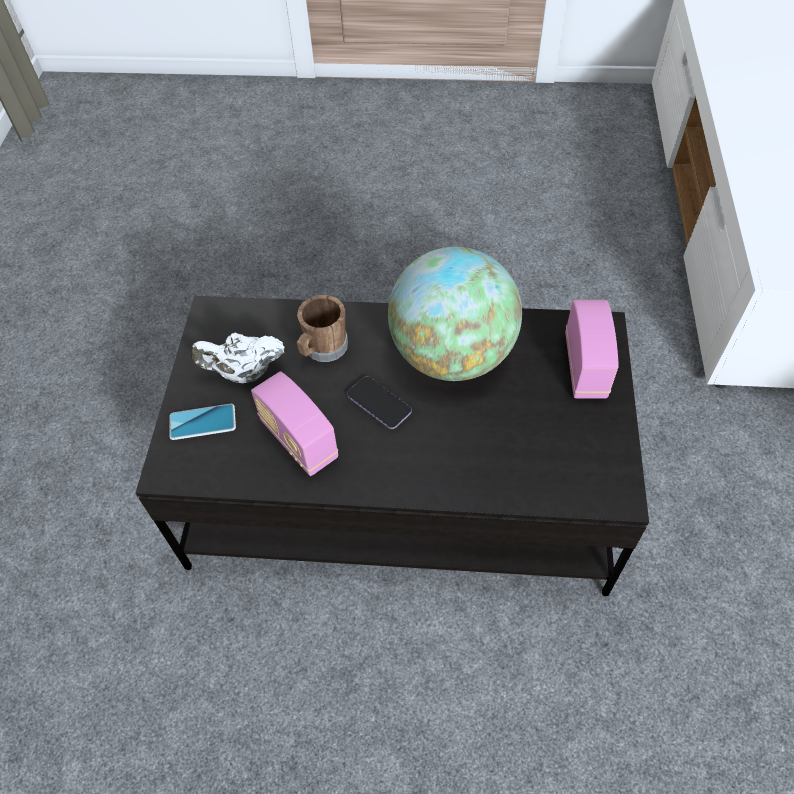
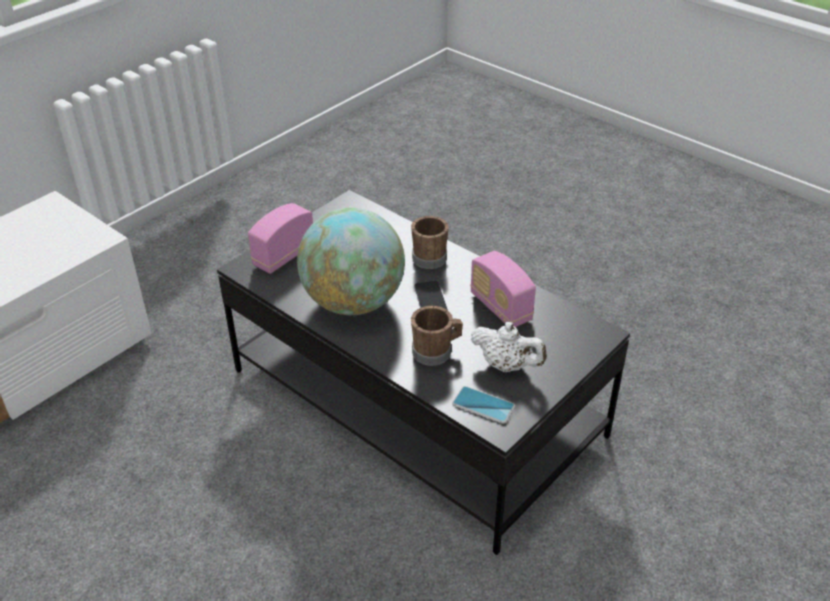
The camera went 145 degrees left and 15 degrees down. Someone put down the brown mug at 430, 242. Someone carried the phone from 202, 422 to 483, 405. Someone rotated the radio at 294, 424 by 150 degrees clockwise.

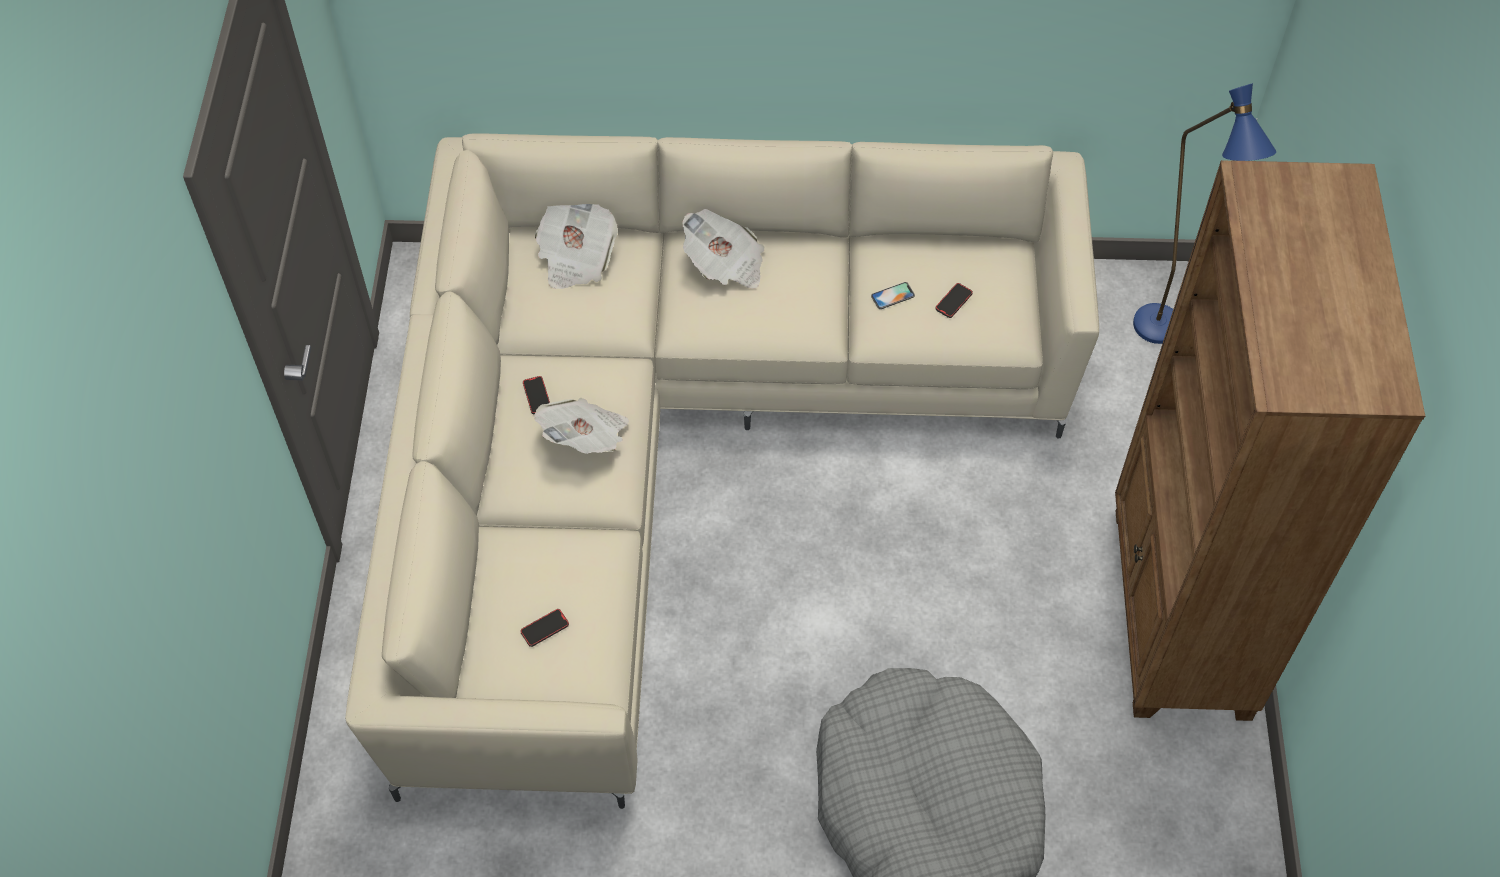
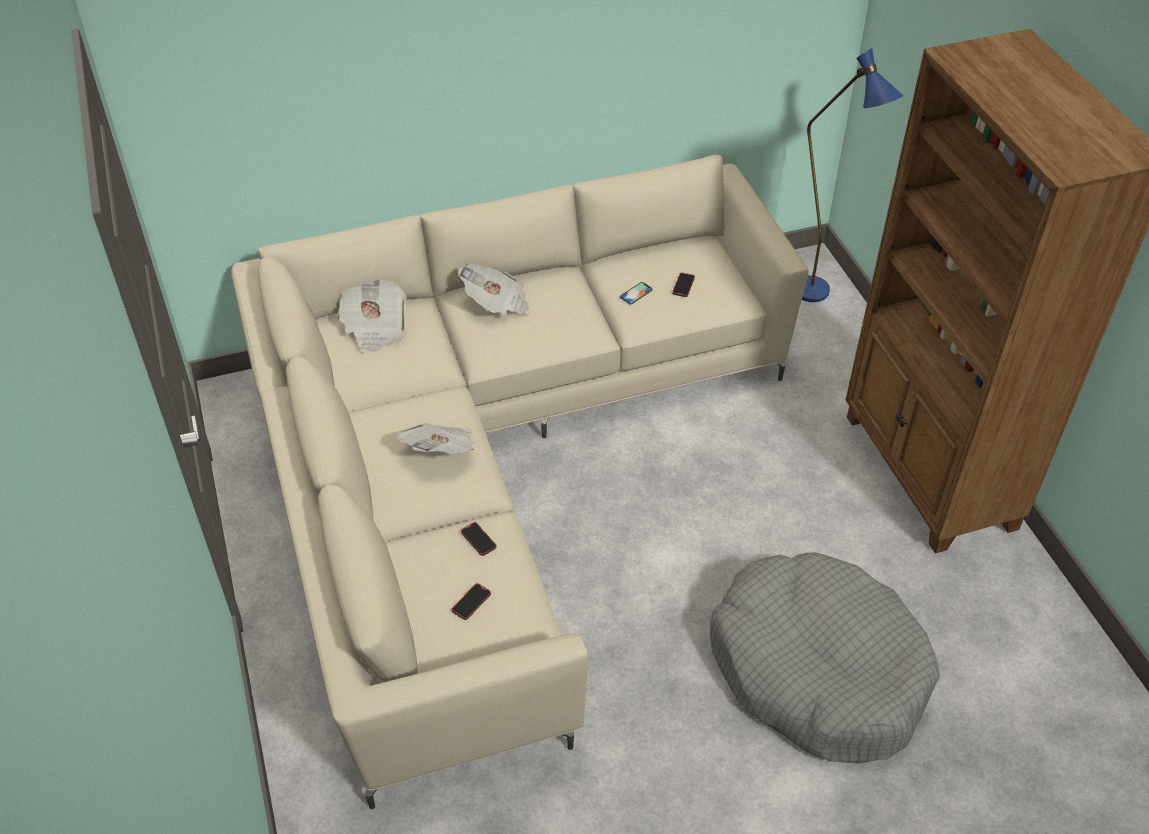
The camera went 20 degrees left and 10 degrees down. Someone carried the phone from 536, 395 to 479, 539.

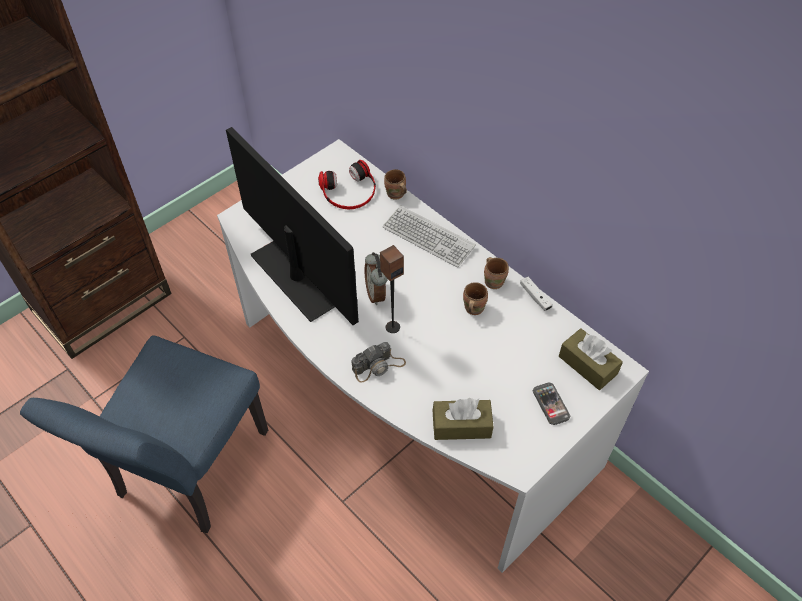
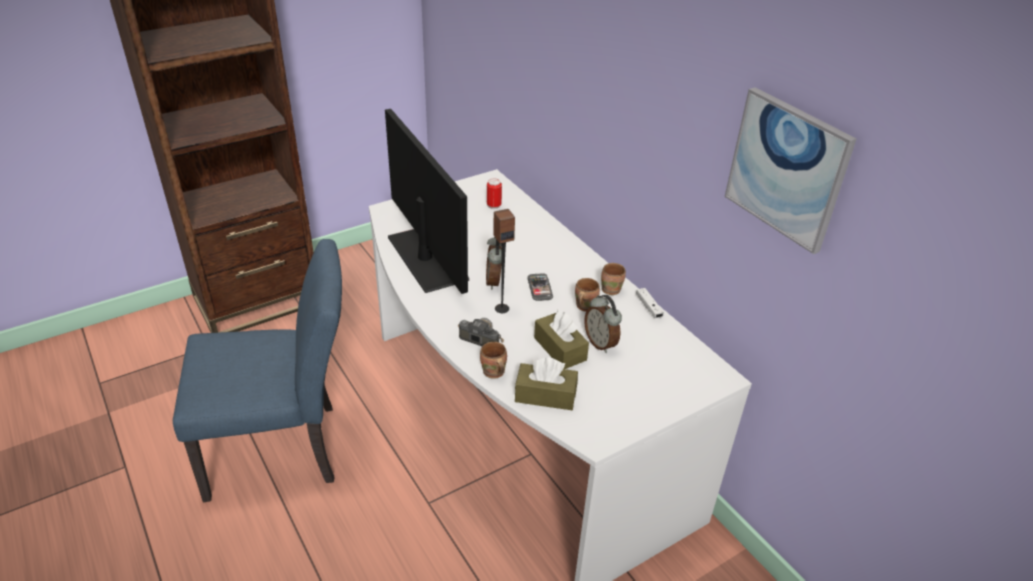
The camera went 10 degrees right and 15 degrees down. Someone rotated the blue chair at 144, 434 by 135 degrees counterclockwise. Someone rotated the photo camera at 378, 362 by 135 degrees counterclockwise. Someone carried the brown mug from 395, 184 to 493, 360. Someone swapped the headphones at 347, 184 for the can at 494, 194. Someone carried the phone from 551, 403 to 540, 287. Someone carried the brown tissue box from 591, 359 to 561, 339. Someone put down the alarm clock at 603, 324. Someone put up the picture at 791, 170. Someone took away the keyboard at 429, 236.

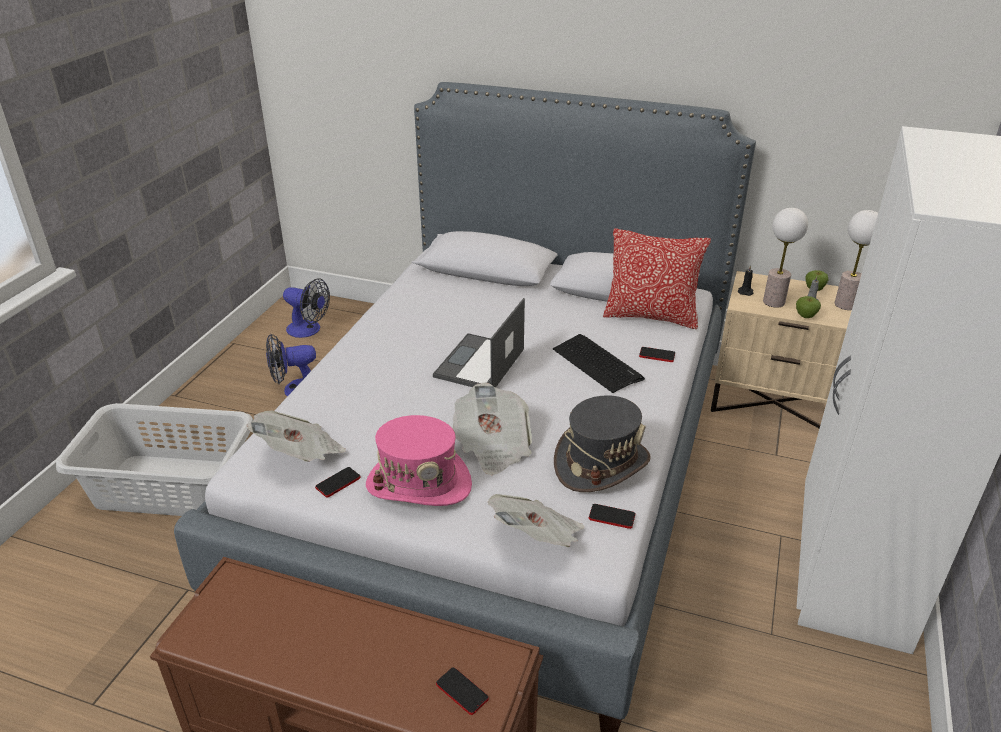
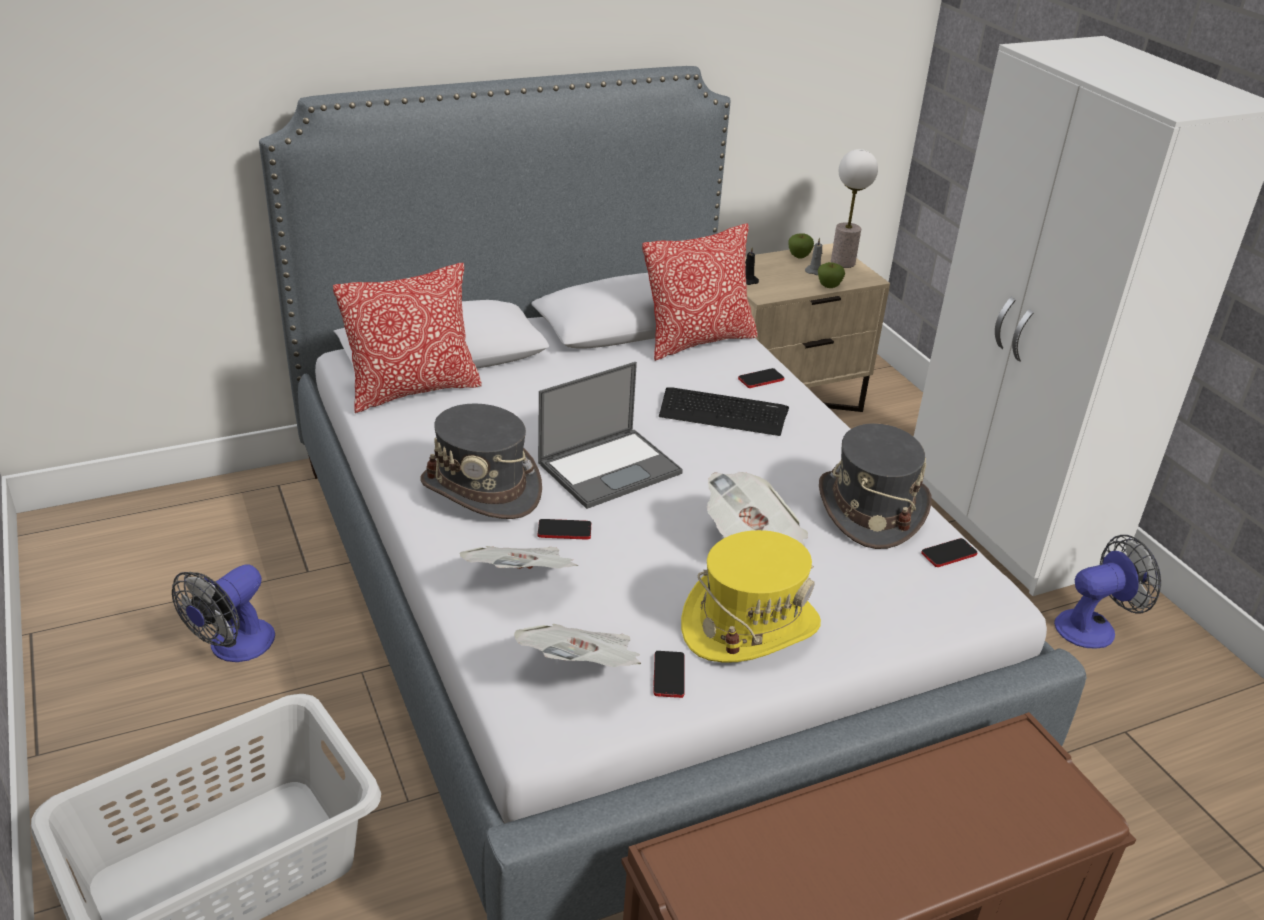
The camera went 45 degrees left and 0 degrees up. Someone put down the pillow at 407, 338. Someone put down the grey hat at 481, 461. Someone carried the newspaper from 536, 520 to 519, 557. Someone rotated the laptop at 479, 343 by 105 degrees counterclockwise. Someone carried the phone from 462, 691 to 564, 529. Someone repainted the pink hat at 419, 460, which became the yellow hat at 751, 596. Someone carried the fan from 306, 308 to 1107, 592. Someone took away the table lamp at 785, 258.

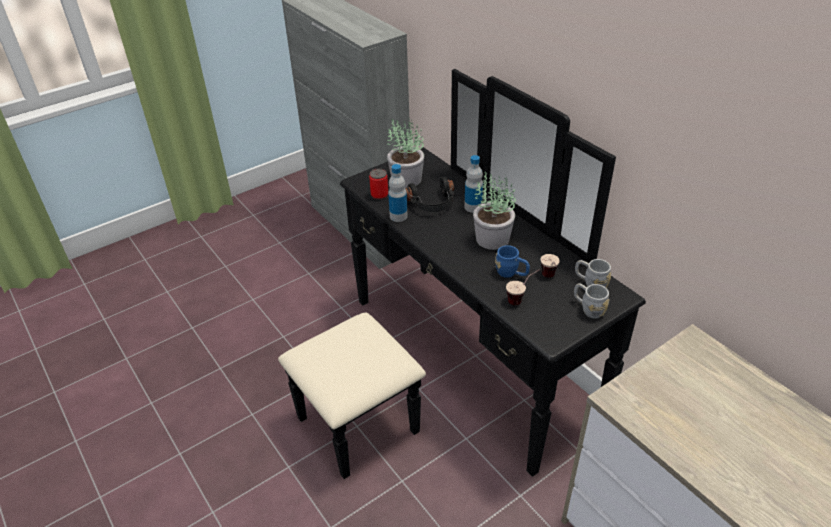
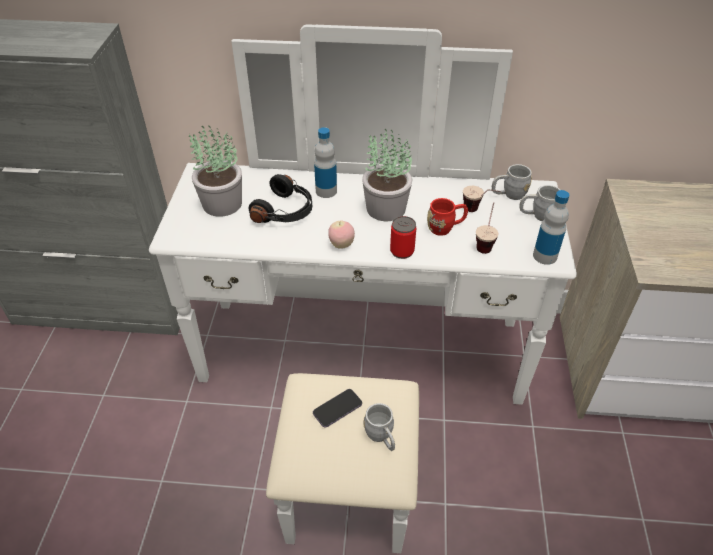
The camera went 50 degrees left and 5 degrees up. Someone repainted the black dresser at 462, 274, which became the white dresser at 363, 288. Someone put down the phone at 337, 408. Someone put down the apple at 341, 235. Someone put down the grey mug at 379, 427. Someone carried the can from 378, 184 to 403, 237. Someone repainted the blue mug at 512, 261, which became the red mug at 447, 217. Someone carried the bottle from 398, 193 to 551, 227.

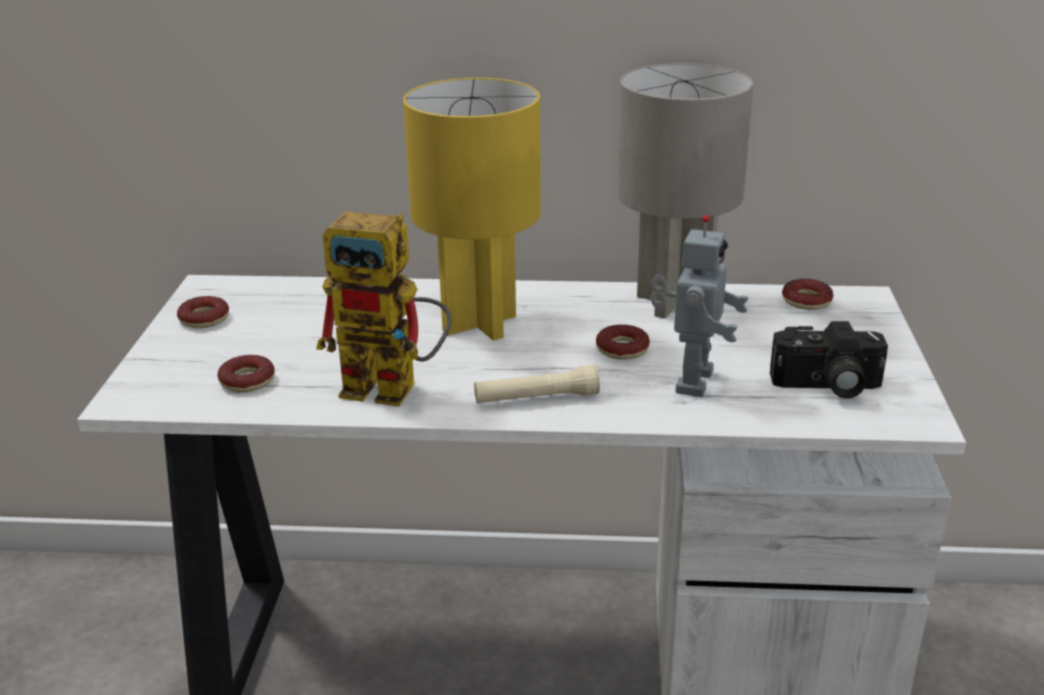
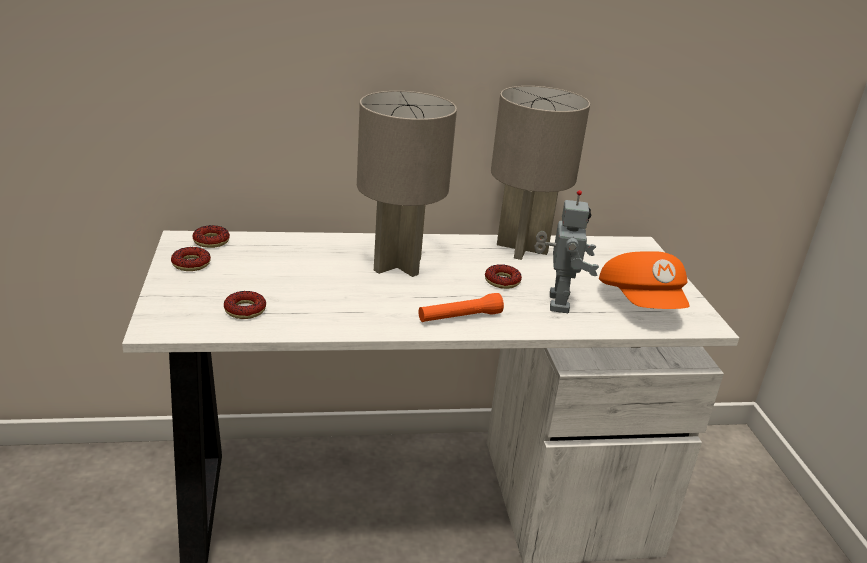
The camera went 15 degrees left and 0 degrees up. Someone carried the donut from 807, 294 to 211, 236. Someone repainted the yellow table lamp at 472, 209, which became the grey table lamp at 407, 184. Someone repainted the beige flashlight at 537, 384, which became the orange flashlight at 461, 307. Someone swapped the photo camera at 829, 359 for the orange cap at 644, 280. Someone took away the toy robot at 384, 308.

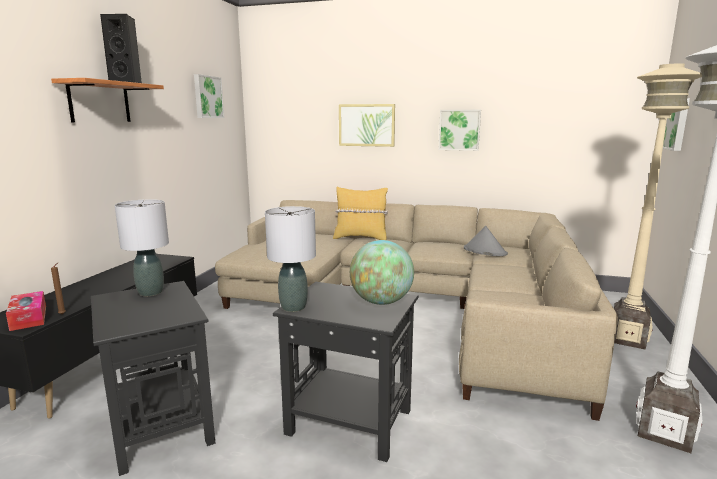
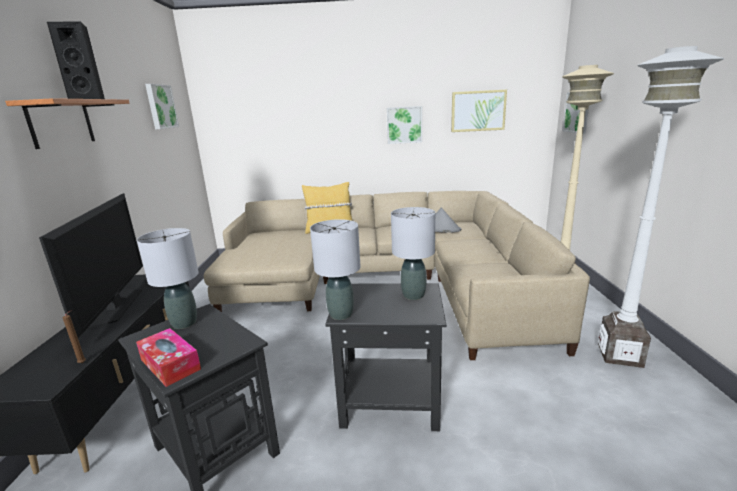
The camera went 15 degrees left and 5 degrees up. Someone put down the television at 91, 265. Someone carried the tissue box from 26, 311 to 168, 357. Someone swapped the globe at 382, 272 for the grey table lamp at 413, 253. Someone carried the picture from 367, 125 to 479, 111.

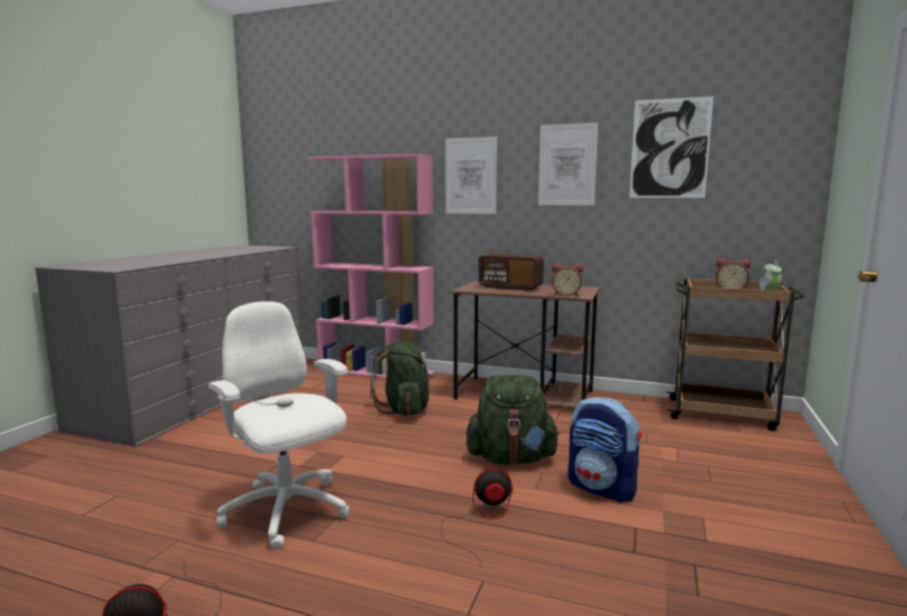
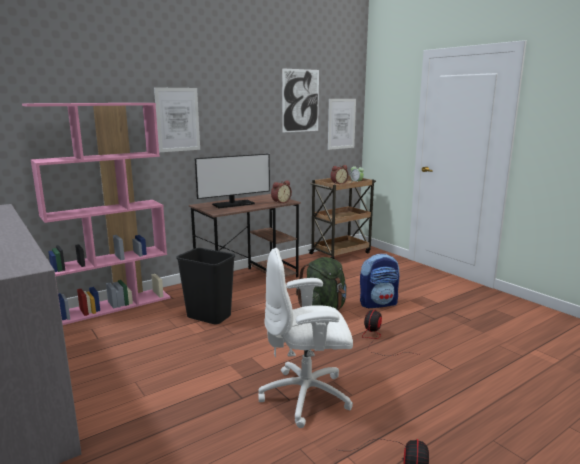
The camera went 55 degrees left and 5 degrees up. Someone swapped the green backpack at 402, 378 for the black trash can at 205, 286. Someone swapped the radio at 511, 272 for the monitor at 232, 181. Someone carried the picture from 568, 164 to 342, 124.

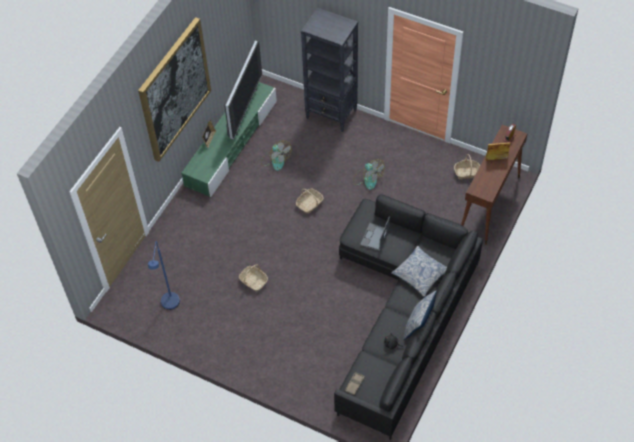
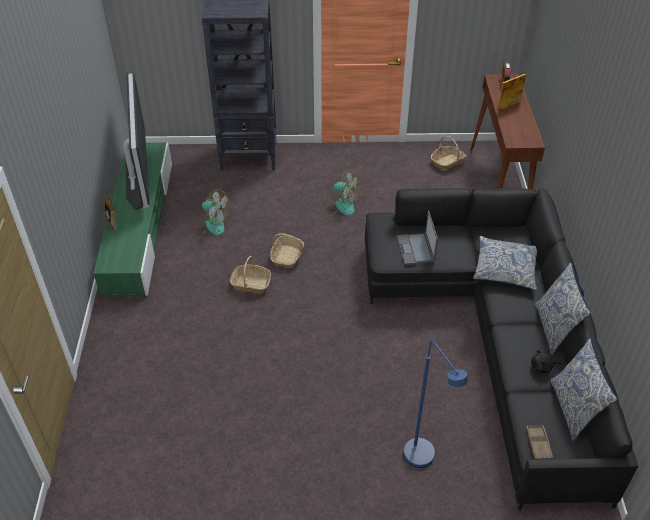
The camera went 30 degrees left and 10 degrees down. Someone carried the basket from 253, 278 to 250, 275. Someone carried the blue floor lamp from 164, 275 to 435, 404. Someone put down the pillow at 584, 390. Someone took away the picture at 174, 89.

